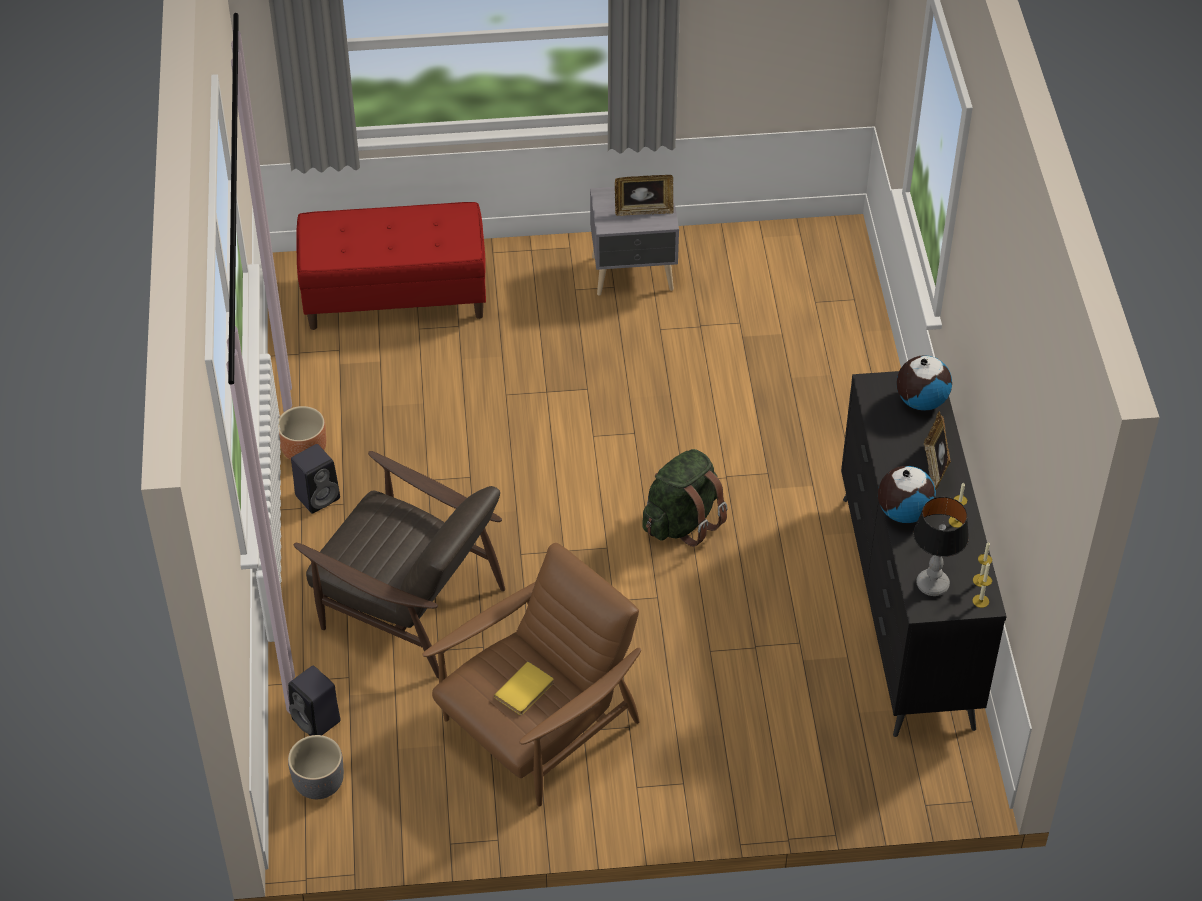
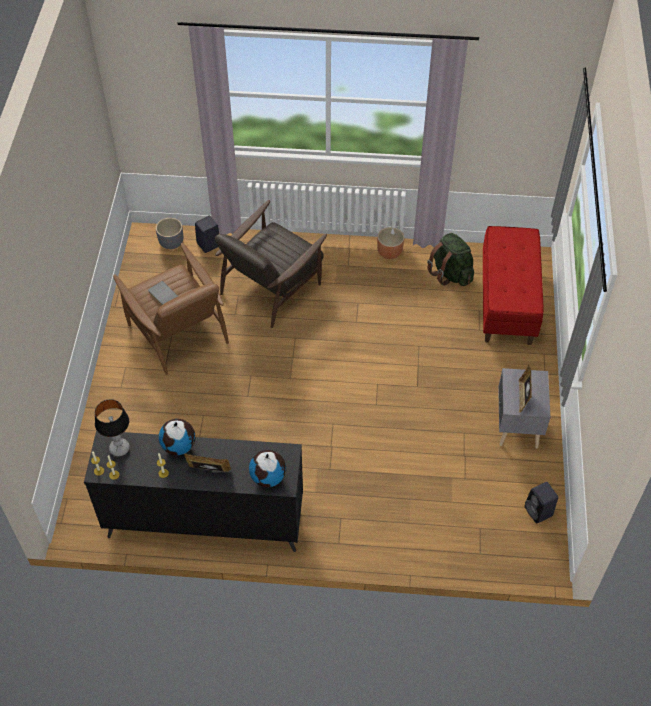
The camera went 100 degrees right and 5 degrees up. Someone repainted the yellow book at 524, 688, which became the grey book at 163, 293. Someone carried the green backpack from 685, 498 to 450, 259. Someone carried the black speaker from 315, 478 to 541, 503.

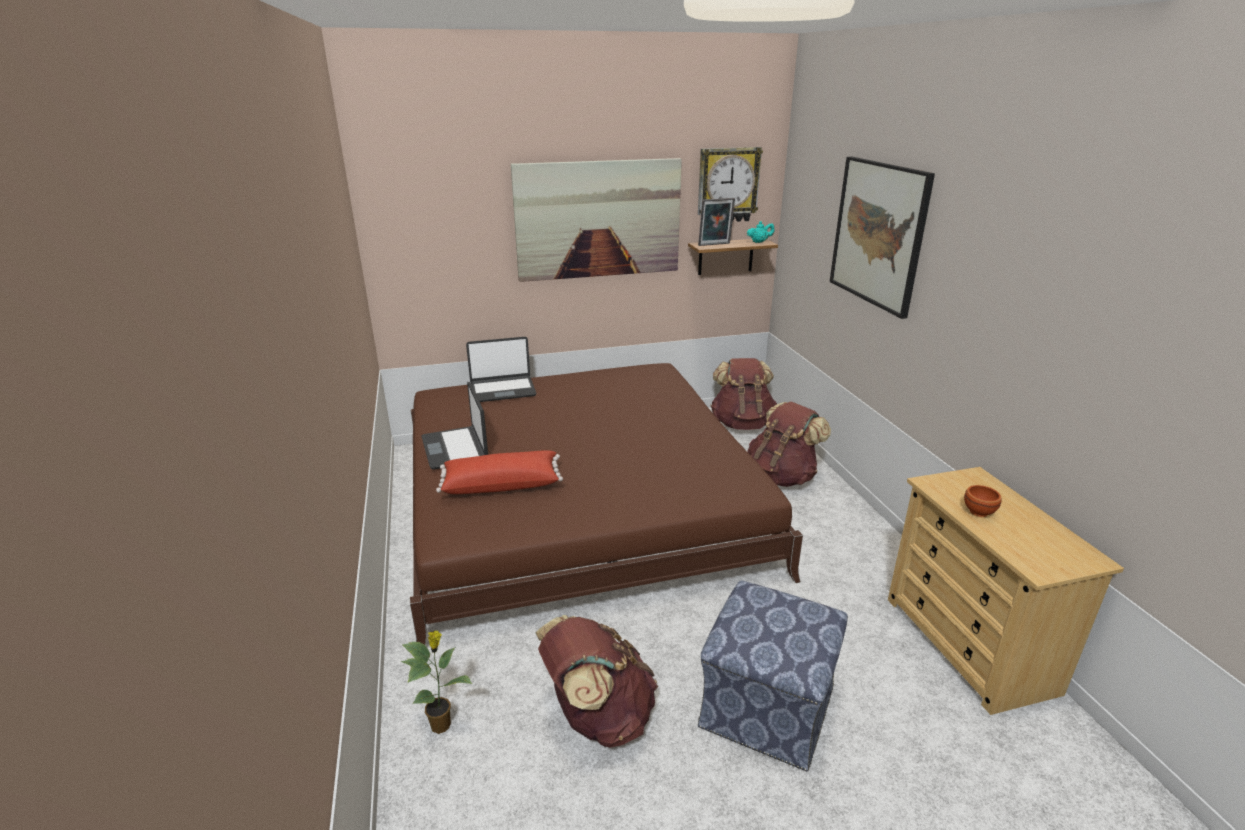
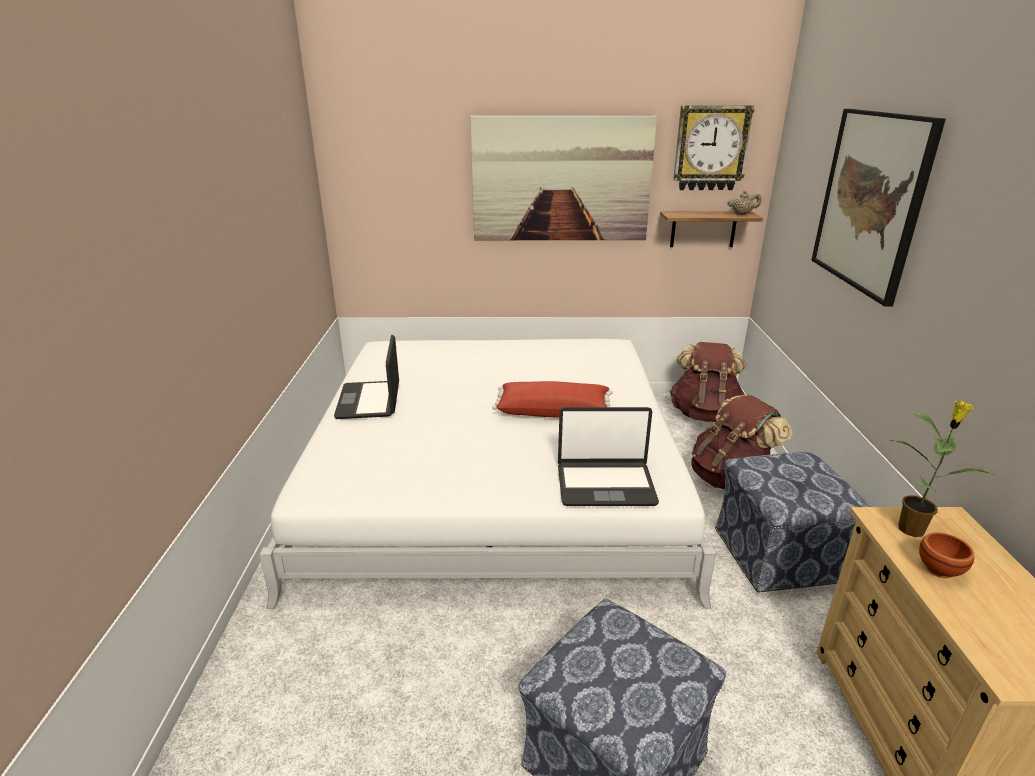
The camera went 15 degrees right and 0 degrees up. Someone repainted the brown bed at 606, 504, which became the white bed at 487, 474. Someone carried the red pillow from 499, 472 to 552, 399. Someone carried the laptop from 501, 369 to 608, 456. Someone put down the ottoman at 793, 522. Someone repainted the turquoise teapot at 761, 232, which became the beige teapot at 744, 202. Someone carried the potted plant from 437, 682 to 942, 468. Someone took away the brown backpack at 597, 681. Someone took away the picture frame at 716, 222.

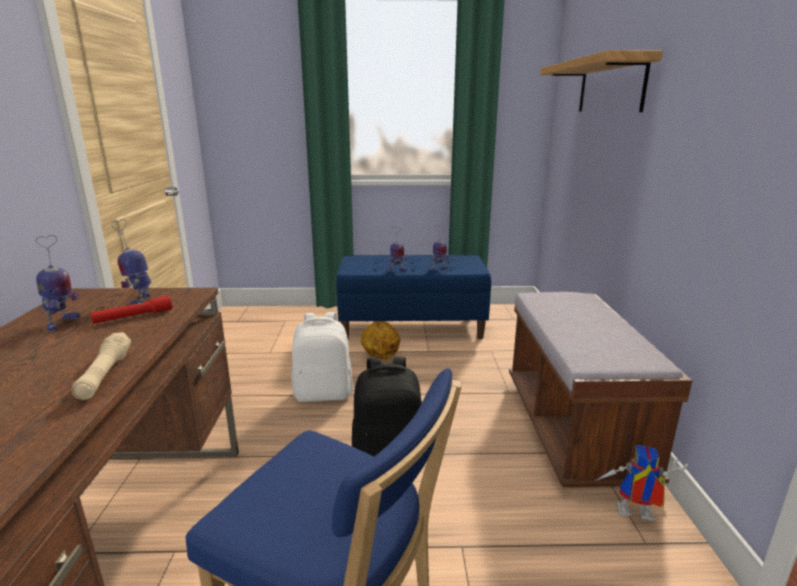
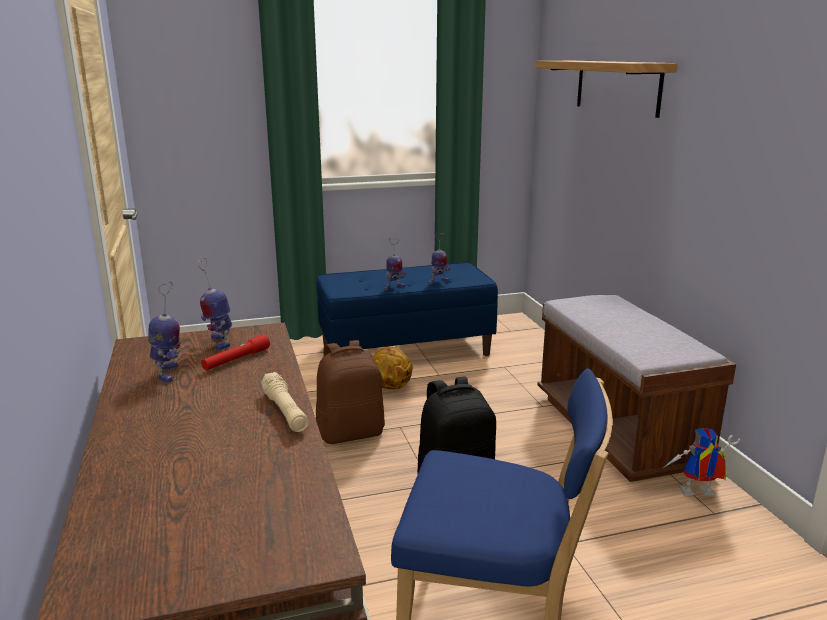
The camera went 15 degrees left and 0 degrees up. Someone repainted the white backpack at 322, 357, which became the brown backpack at 350, 392.

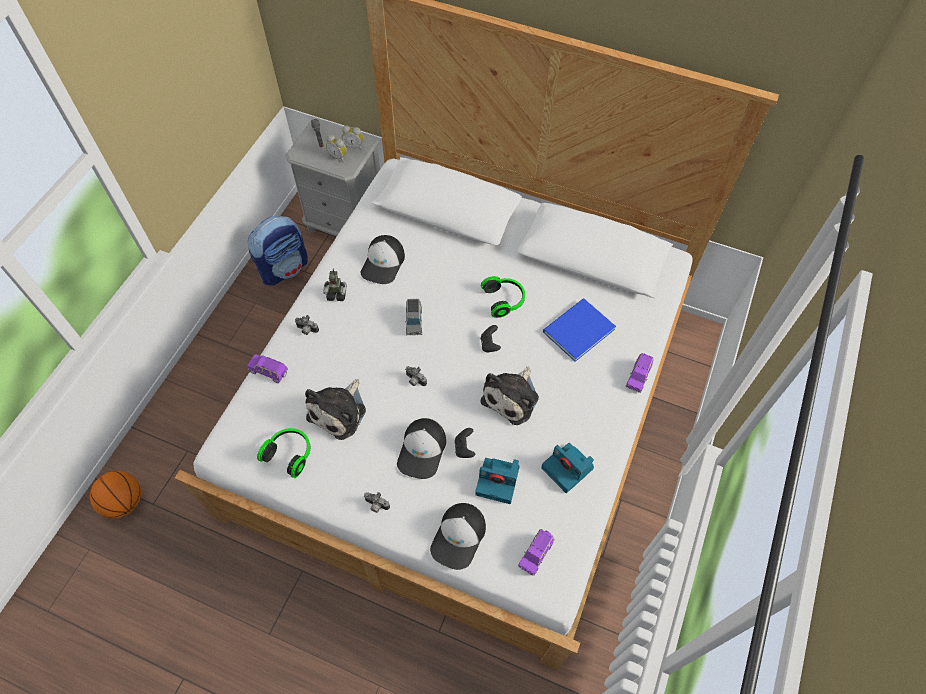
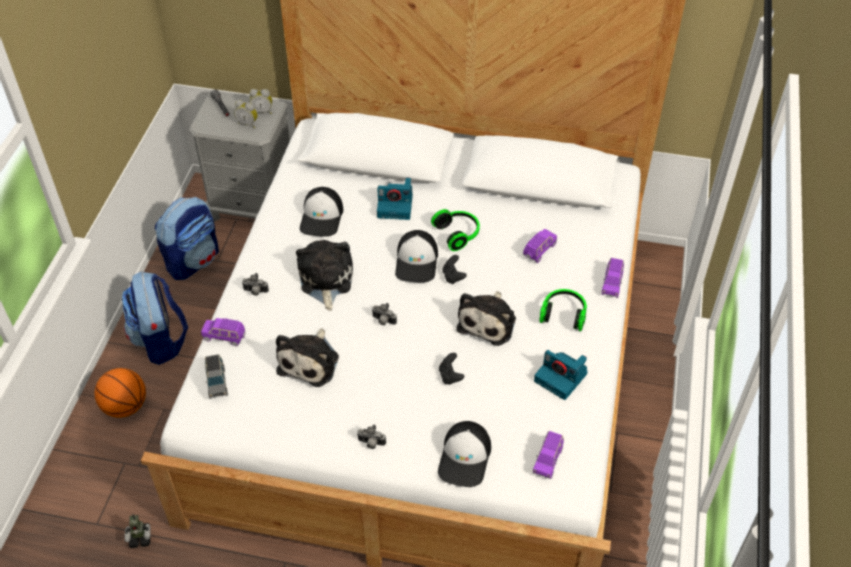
The camera went 10 degrees left and 10 degrees down. Someone carried the basketball from 115, 495 to 120, 393. Someone put down the backpack at 155, 318. Someone carried the toy robot from 335, 285 to 137, 531. Someone carried the grey toy car from 413, 317 to 216, 376. Someone put down the plush toy at 324, 275. Someone carried the photo camera from 497, 481 to 395, 199. Someone carried the cap from 421, 448 to 416, 256. Someone swapped the blue book at 579, 330 for the purple toy car at 540, 246. Someone carried the headphones from 283, 453 to 563, 310.

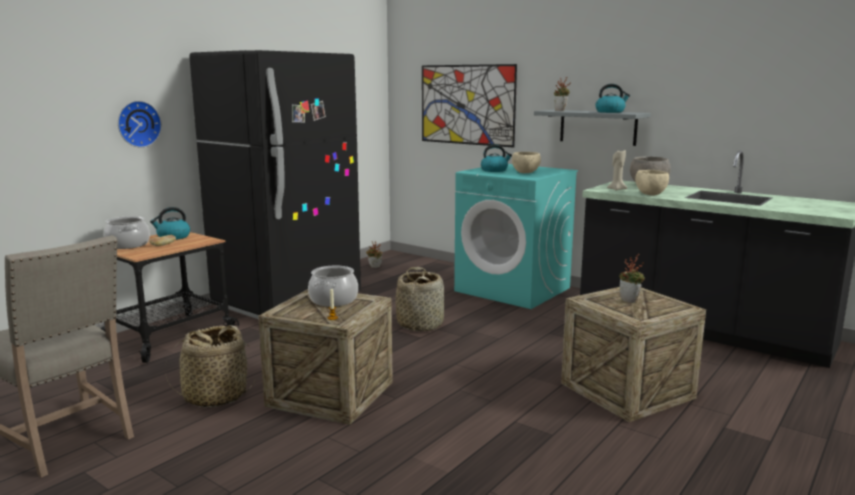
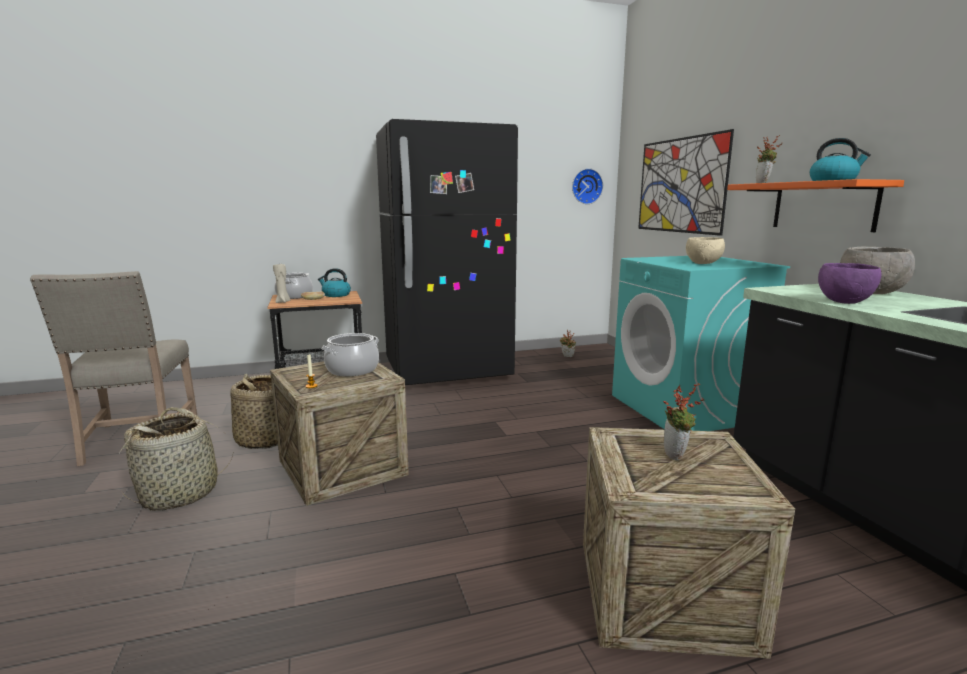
The camera went 35 degrees right and 0 degrees up. Someone carried the basket from 420, 299 to 176, 459. Someone carried the beige candle from 617, 170 to 281, 283. Someone carried the wall clock from 140, 124 to 587, 186. Someone repainted the grey shelf at 592, 128, which became the orange shelf at 815, 205. Someone repainted the beige bowl at 652, 183, which became the purple bowl at 849, 283. Someone took away the kettle at 496, 158.

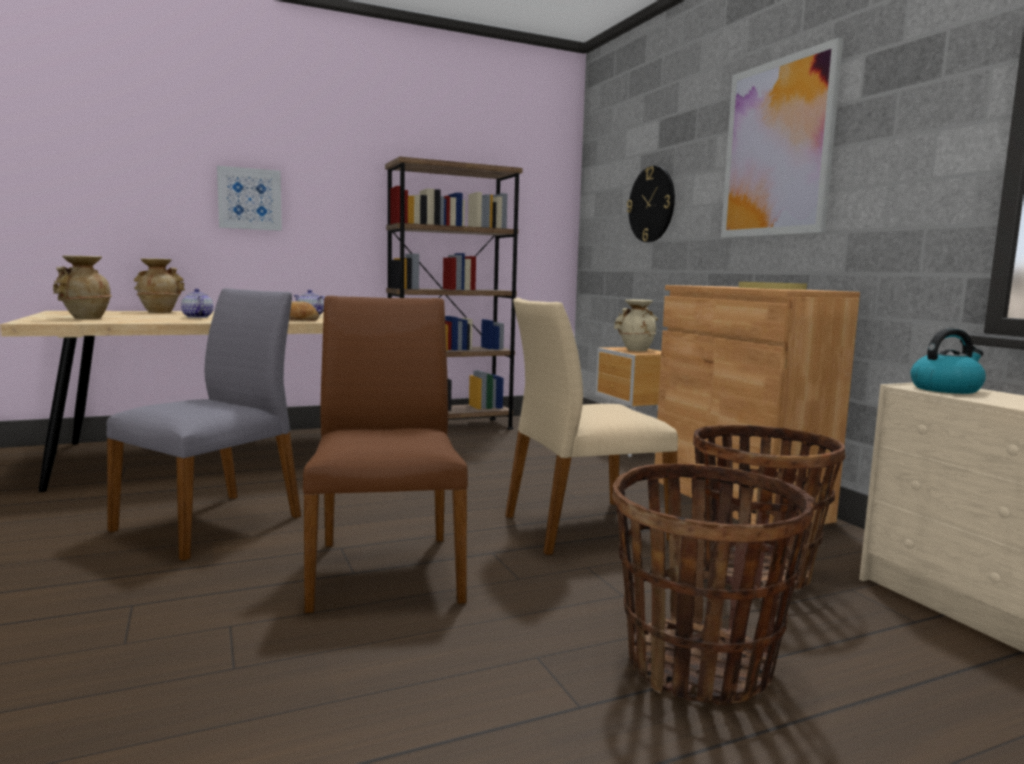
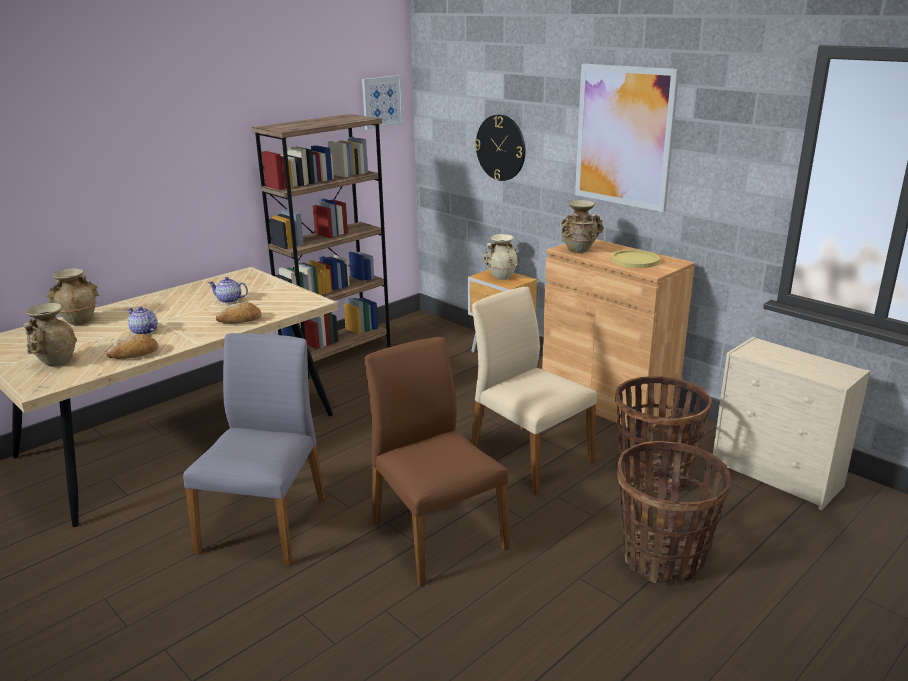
The camera went 20 degrees left and 15 degrees up. Someone put down the bread at 132, 346. Someone carried the picture from 249, 198 to 383, 102. Someone rotated the beige chair at 591, 426 by 90 degrees clockwise. Someone put down the beige vase at 582, 226. Someone took away the kettle at 948, 361.

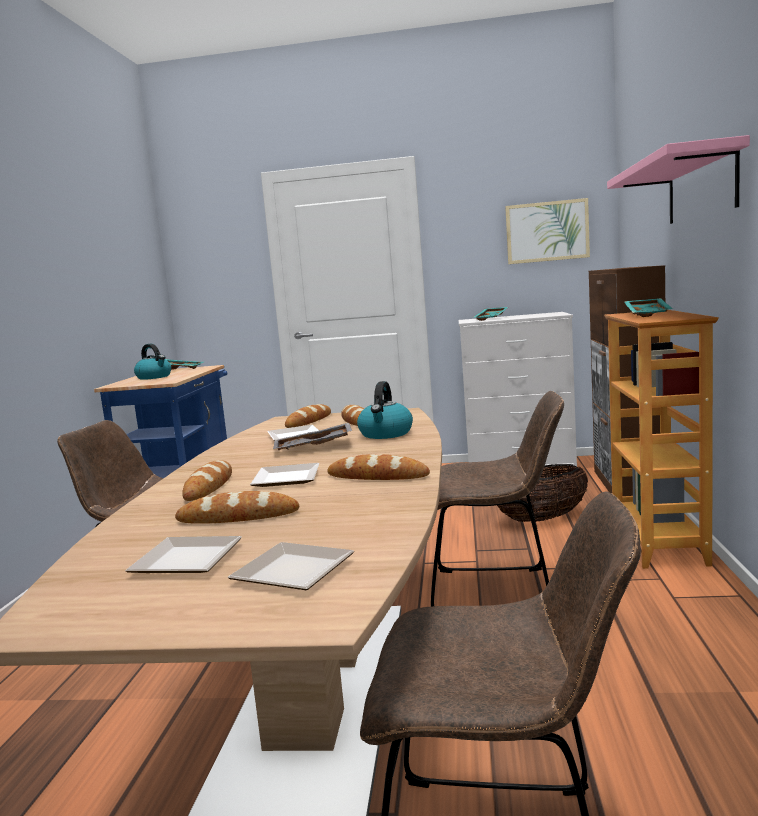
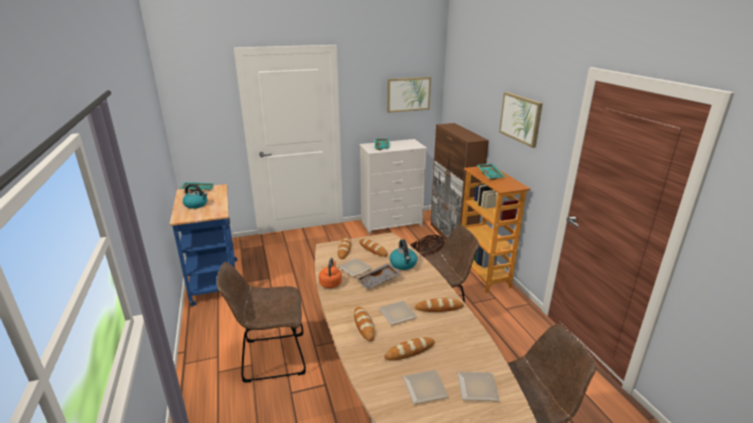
The camera went 25 degrees left and 15 degrees up. Someone put down the orange kettle at 330, 273. Someone swapped the pink shelf at 678, 179 for the picture at 521, 120.

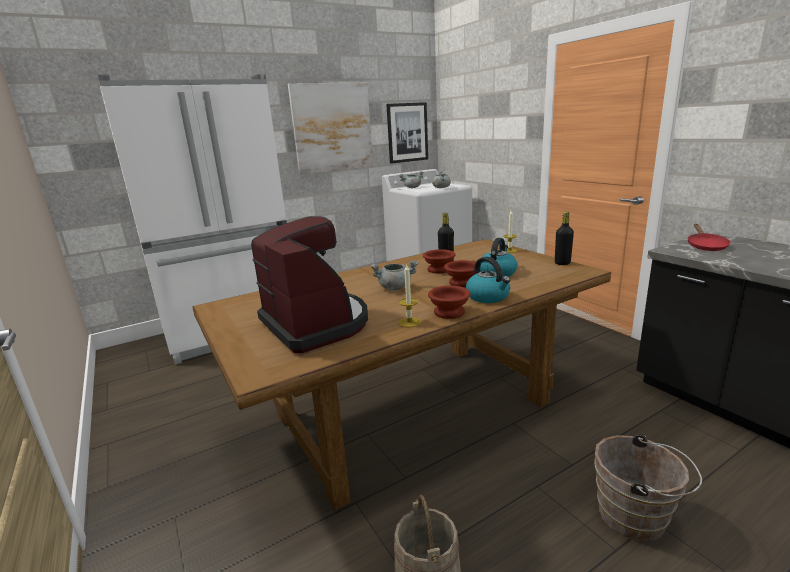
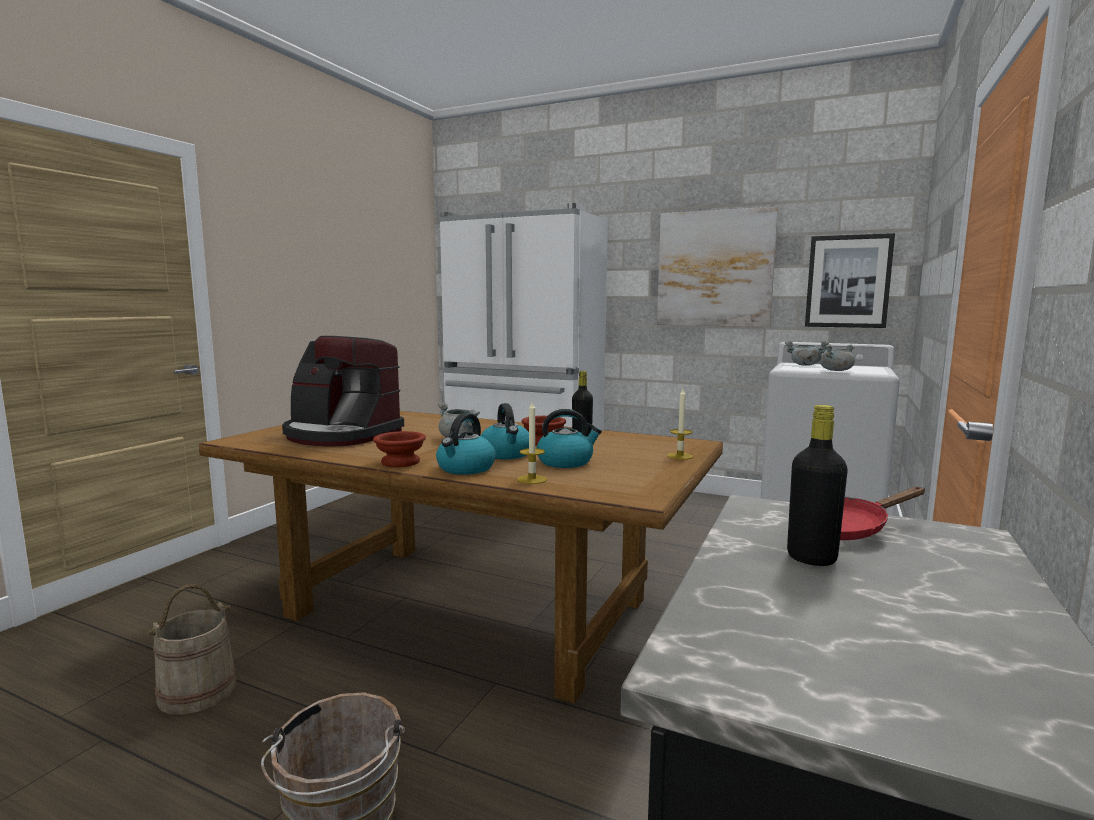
The camera went 55 degrees right and 10 degrees down. Someone rotated the coffee machine at 309, 284 by 90 degrees clockwise. Someone swapped the brown bowl at 460, 273 for the kettle at 505, 431. Someone carried the candle from 409, 296 to 532, 443. Someone carried the black bottle from 564, 238 to 817, 485.

